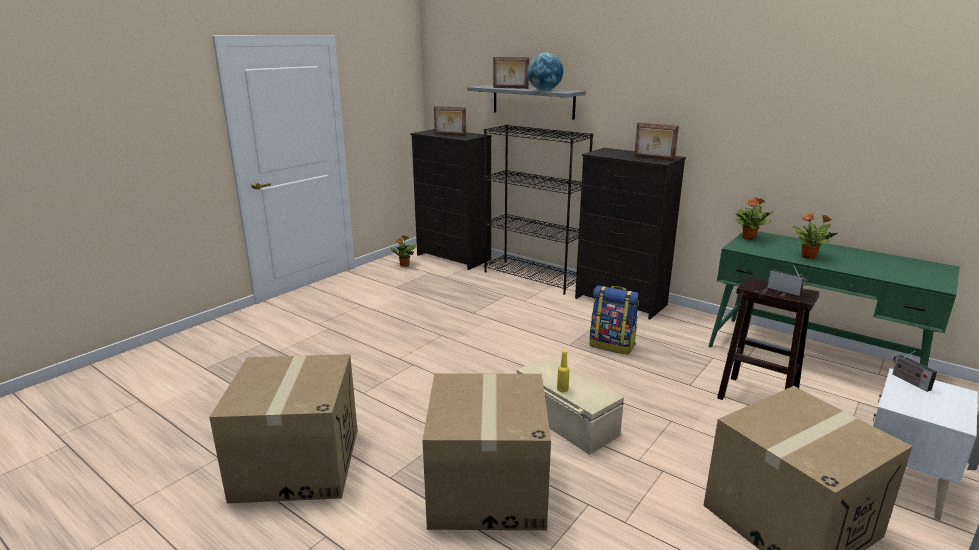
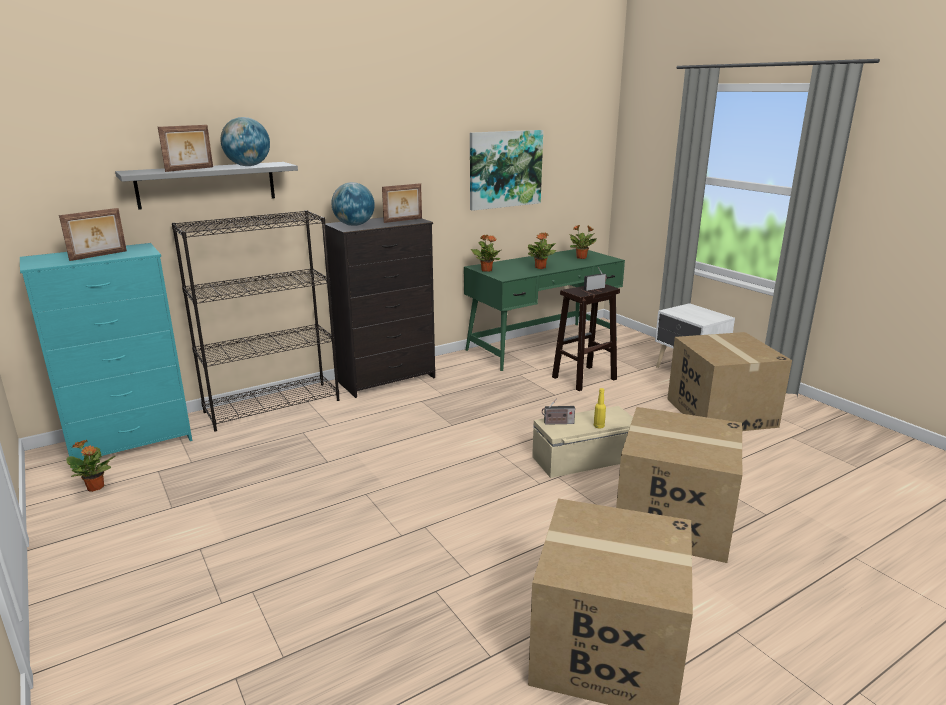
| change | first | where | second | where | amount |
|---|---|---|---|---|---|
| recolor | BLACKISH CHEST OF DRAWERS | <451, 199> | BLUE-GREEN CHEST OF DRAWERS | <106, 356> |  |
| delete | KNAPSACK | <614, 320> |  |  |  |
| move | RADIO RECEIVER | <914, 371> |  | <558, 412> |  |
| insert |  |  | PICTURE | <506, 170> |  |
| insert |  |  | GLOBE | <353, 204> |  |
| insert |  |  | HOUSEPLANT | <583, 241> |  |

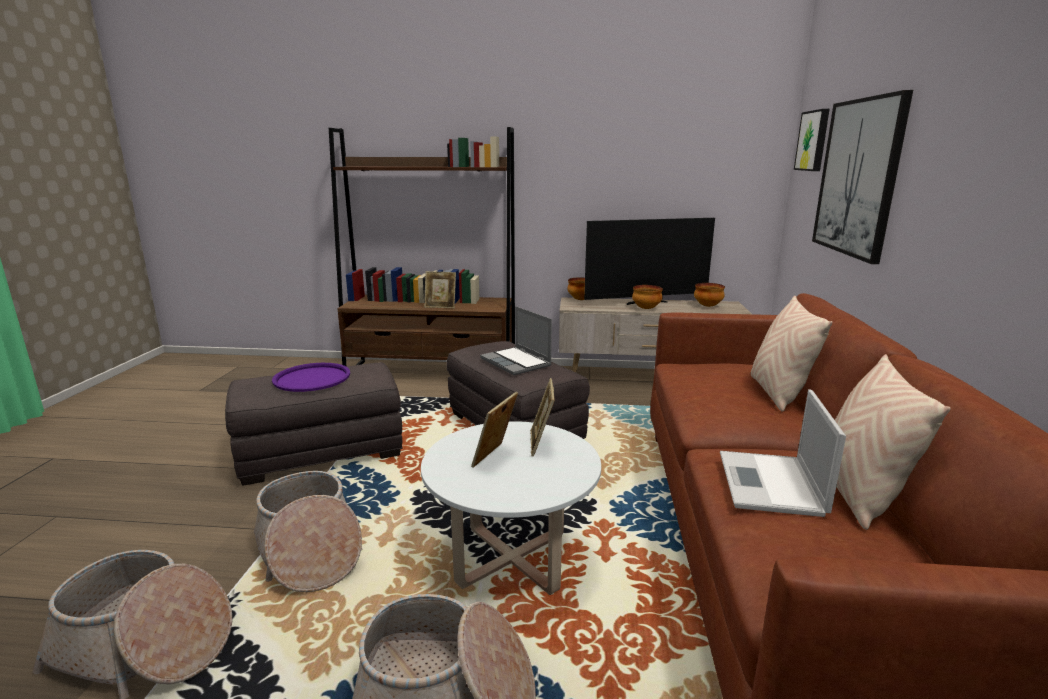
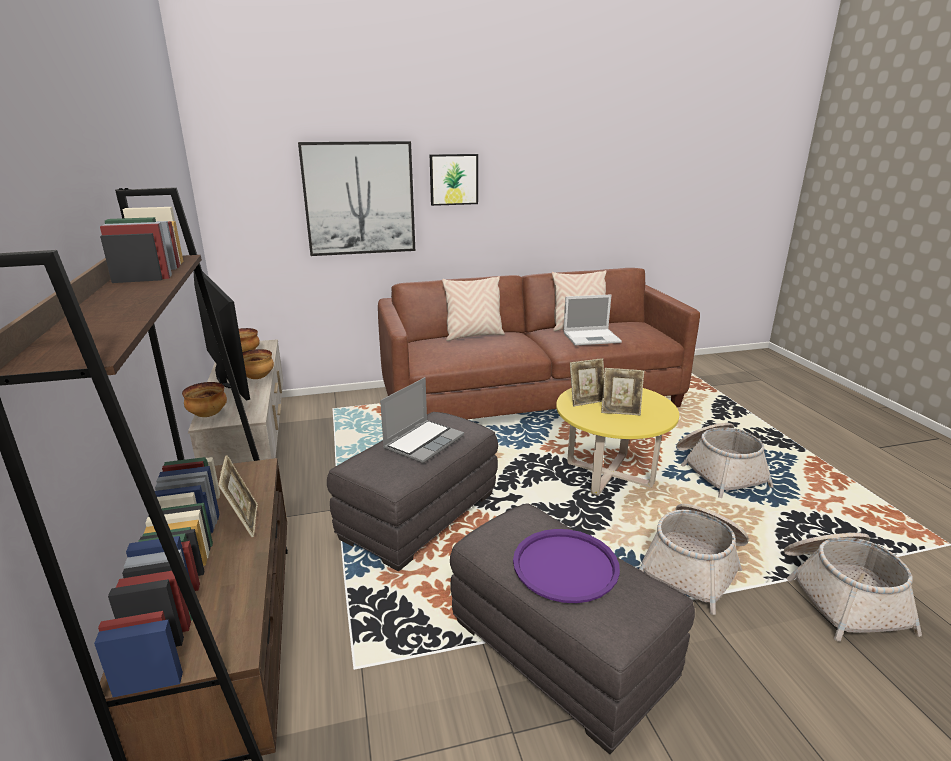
| change | first | where | second | where | amount |
|---|---|---|---|---|---|
| move | PICTURE | <812, 140> |  | <454, 180> |  |
| recolor | WHITE LOUNGE TABLE | <511, 508> | YELLOWISH LOUNGE TABLE | <617, 442> |  |

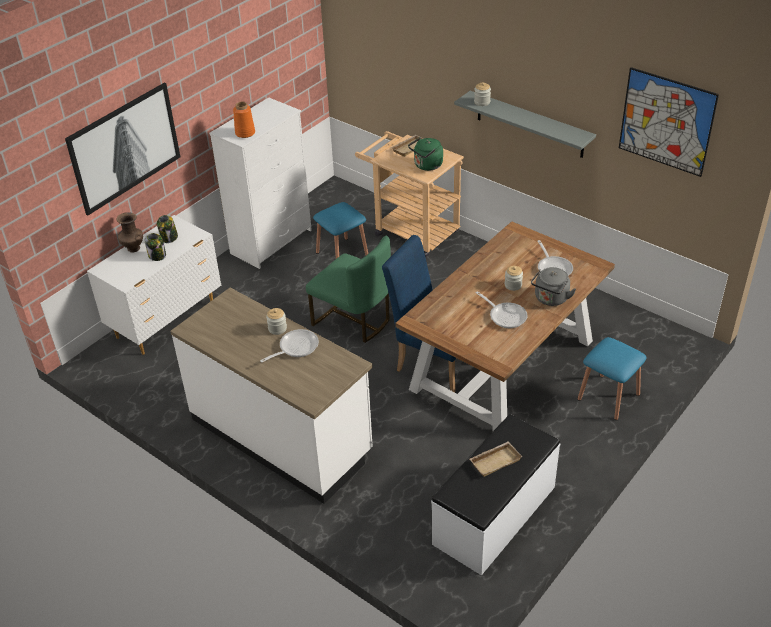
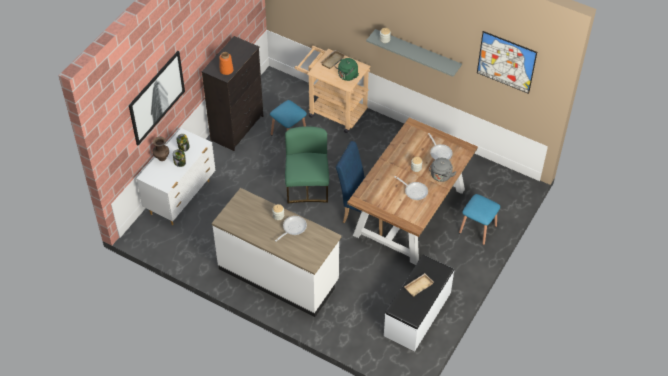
| change | first | where | second | where | amount |
|---|---|---|---|---|---|
| recolor | WHITE CHEST OF DRAWERS | <260, 183> | BLACKISH CHEST OF DRAWERS | <232, 93> |  |
| rotate | GREEN-COLOURED UPRIGHT CHAIR | <348, 289> |  | <307, 165> | 120 degrees counterclockwise |

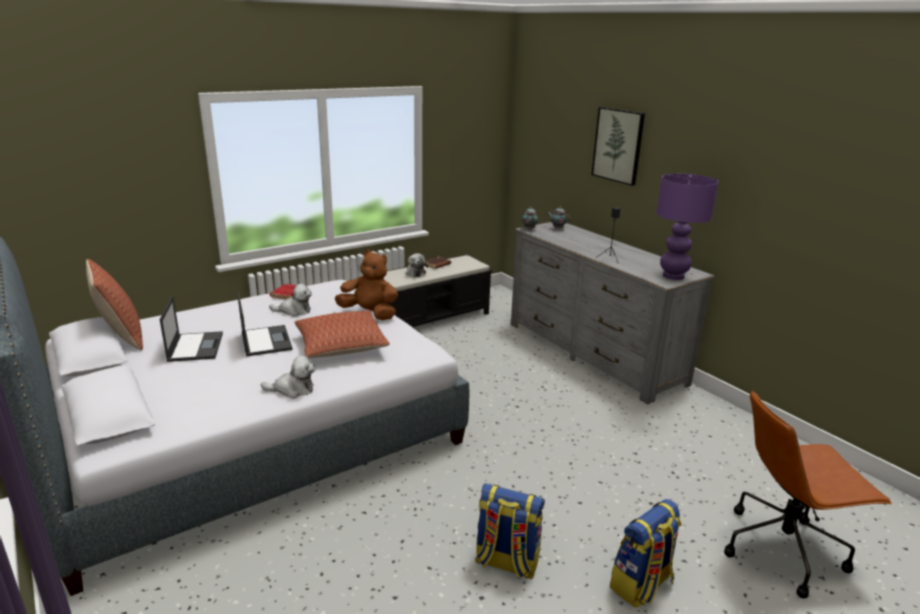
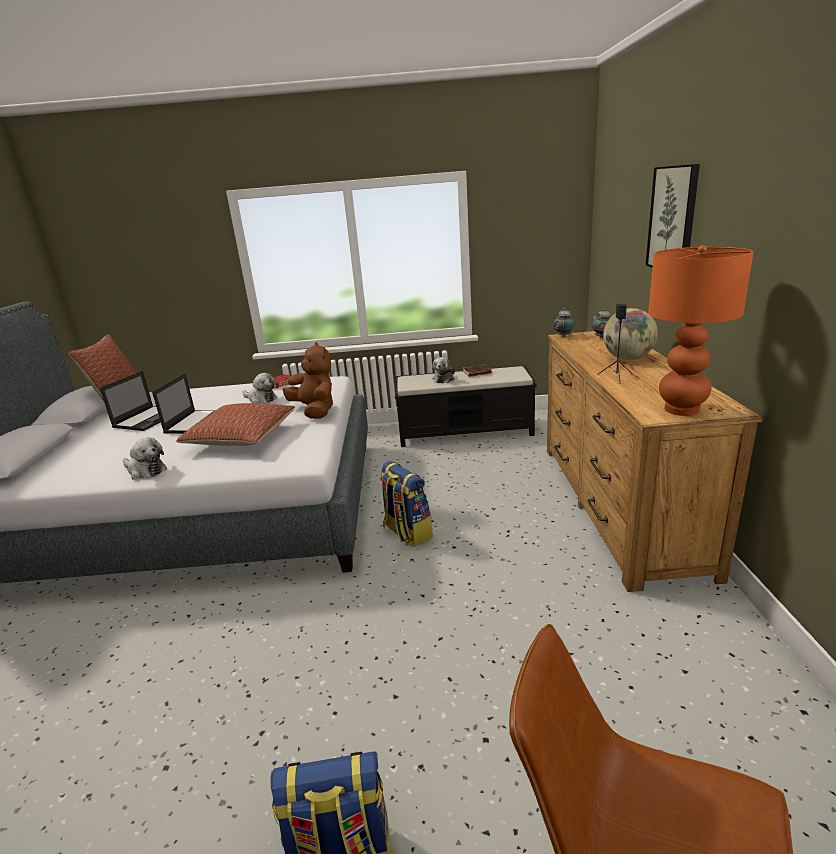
| change | first | where | second | where | amount |
|---|---|---|---|---|---|
| recolor | PURPLISH TABLE LAMP | <687, 226> | ORANGE TABLE LAMP | <701, 330> |  |
| recolor | GREY CHEST OF DRAWERS | <613, 313> | BROWN CHEST OF DRAWERS | <655, 461> |  |
| move | KNAPSACK | <510, 531> |  | <406, 504> |  |
| insert |  |  | GLOBE | <630, 334> |  |

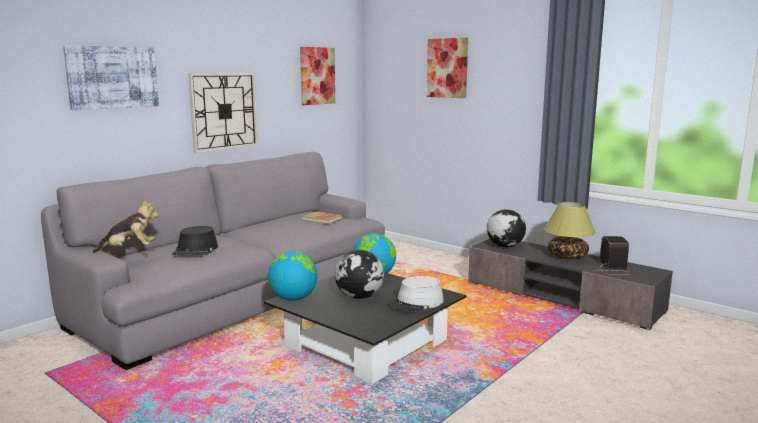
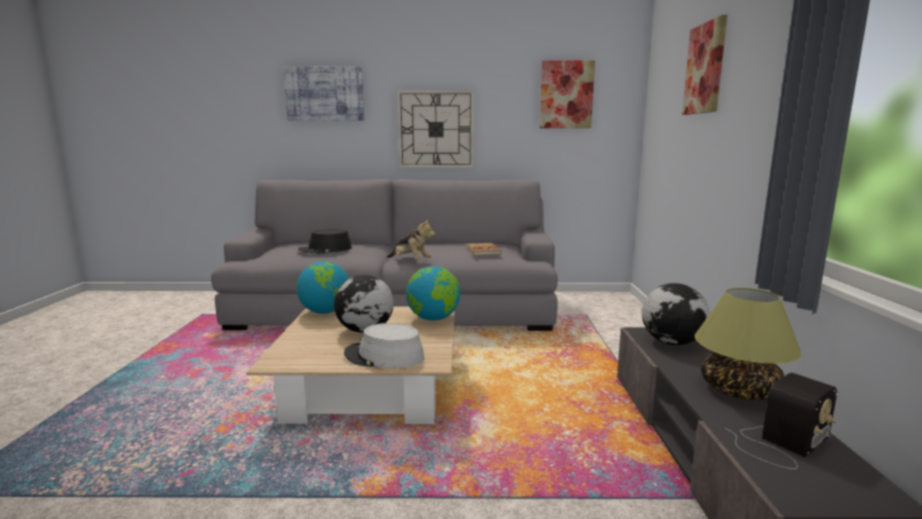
| change | first | where | second | where | amount |
|---|---|---|---|---|---|
| move | PLUSH TOY | <125, 226> |  | <411, 239> |  |
| recolor | BLACKISH LOUNGE TABLE | <365, 328> | BEIGE LOUNGE TABLE | <350, 365> |  |

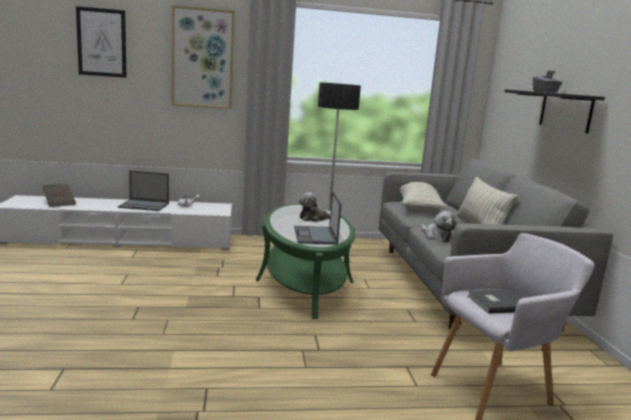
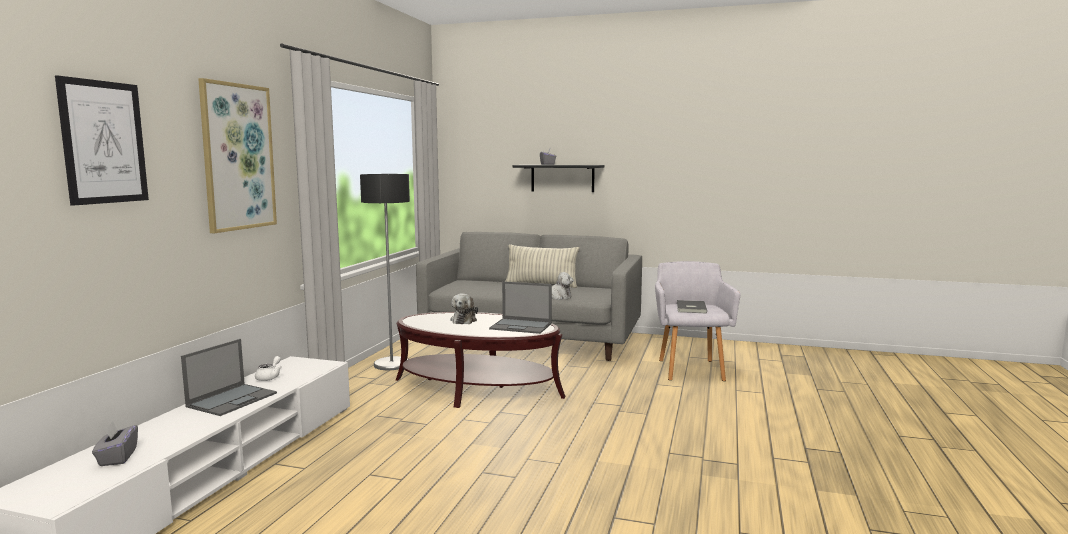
| change | first | where | second | where | amount |
|---|---|---|---|---|---|
| delete | PILLOW | <423, 196> |  |  |  |
| replace | BROWN VOLUME | <59, 195> | GREY BOX OF TISSUES | <115, 443> |  |
| recolor | GREEN-COLOURED LOUNGE TABLE | <305, 261> | BROWN LOUNGE TABLE | <481, 360> |  |

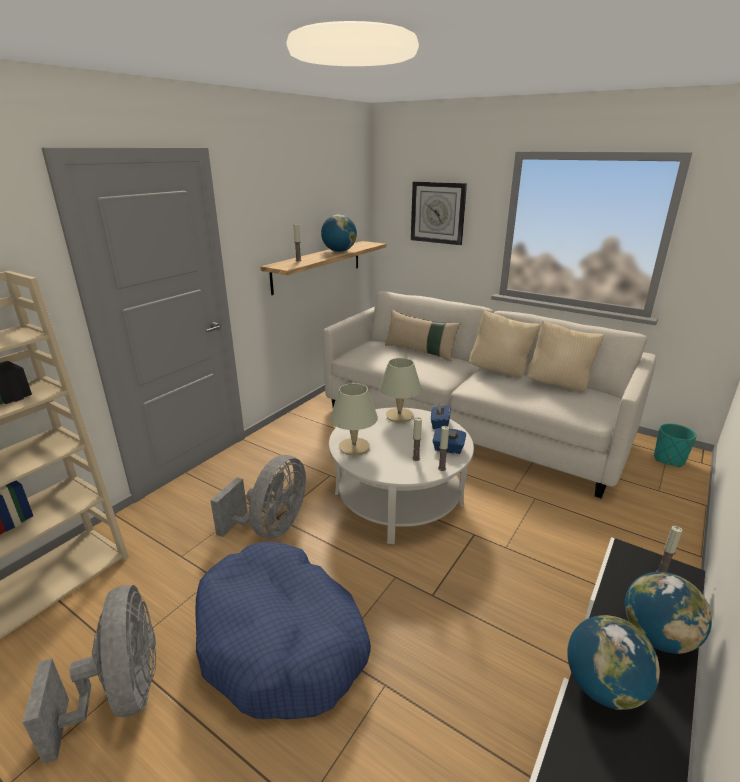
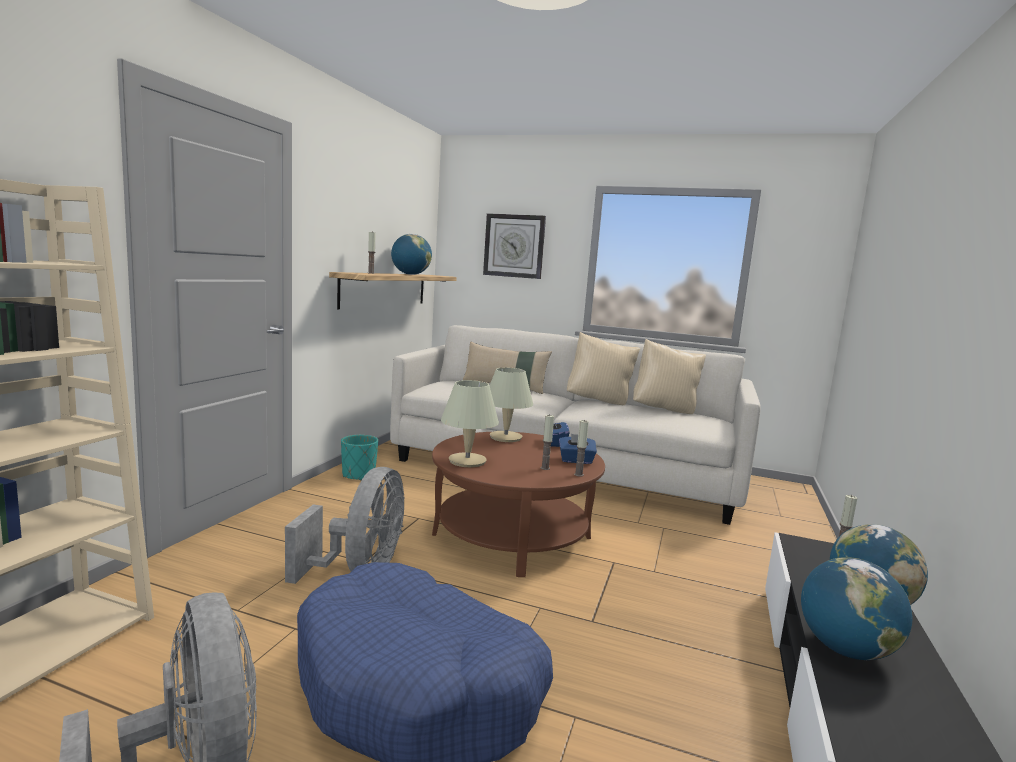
| change | first | where | second | where | amount |
|---|---|---|---|---|---|
| recolor | WHITE LOUNGE TABLE | <401, 475> | BROWN LOUNGE TABLE | <518, 504> |  |
| move | BLUE-GREEN PLANT POT | <675, 445> |  | <359, 458> |  |

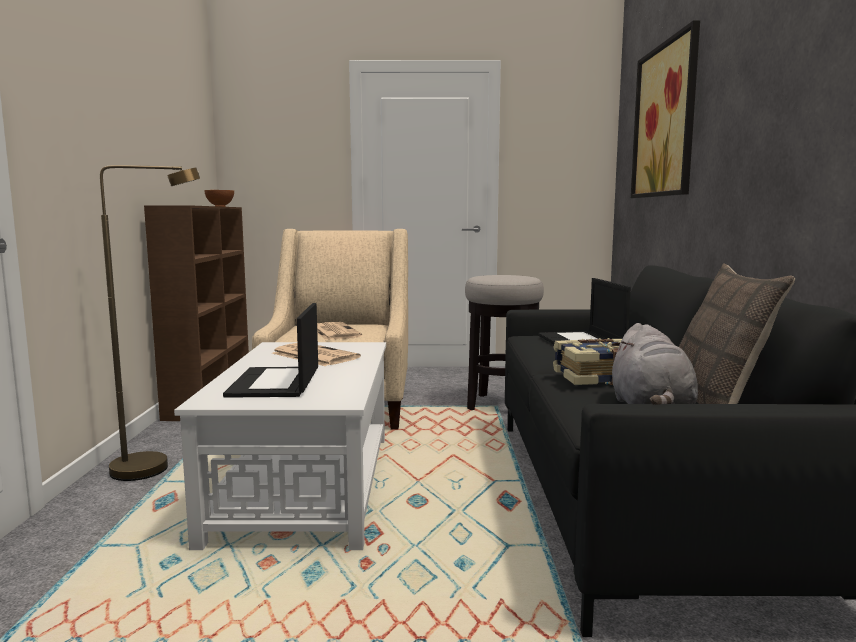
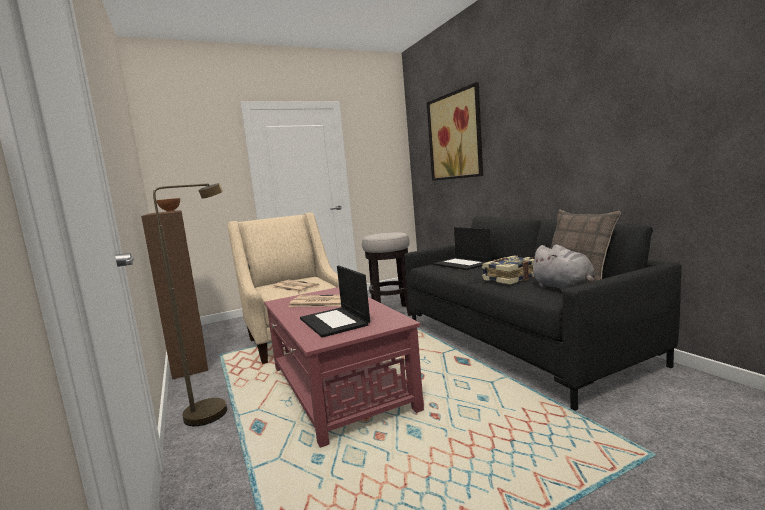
| change | first | where | second | where | amount |
|---|---|---|---|---|---|
| recolor | WHITE LOUNGE TABLE | <280, 446> | REDDISH LOUNGE TABLE | <344, 367> |  |

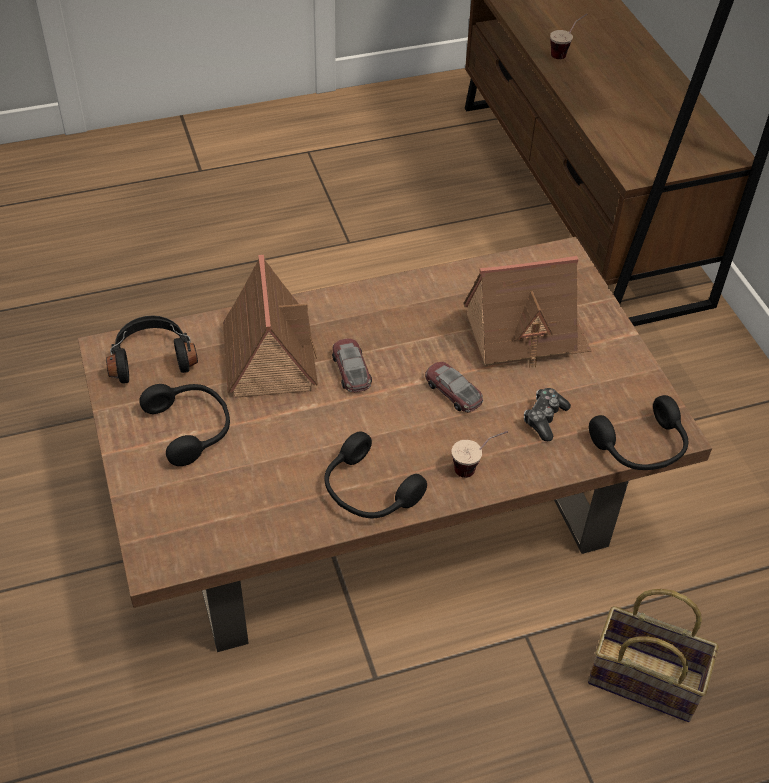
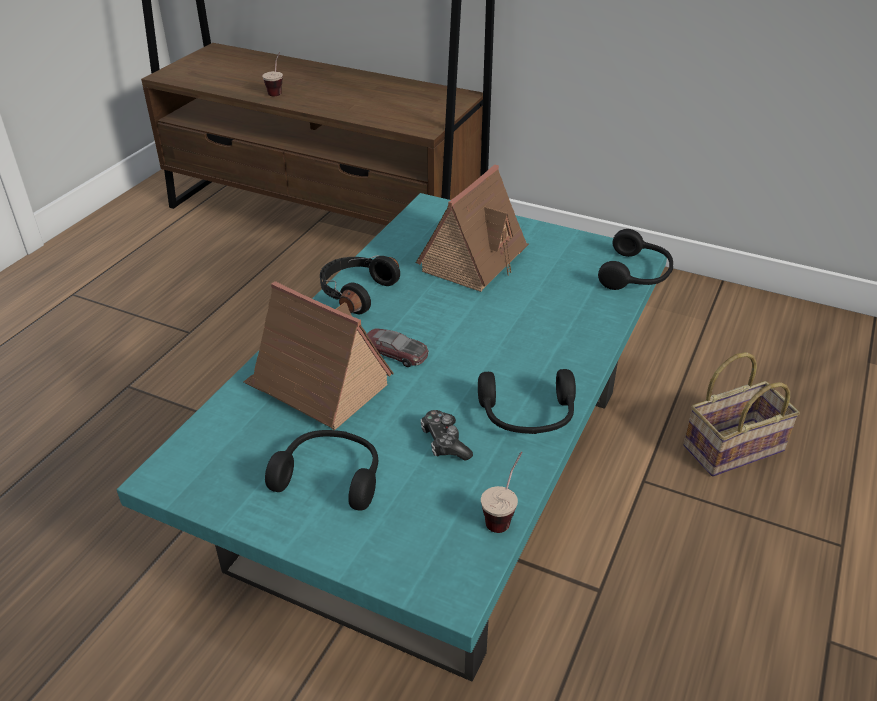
| change | first | where | second | where | amount |
|---|---|---|---|---|---|
| recolor | BROWN LOUNGE TABLE | <395, 444> | BLUE-GREEN LOUNGE TABLE | <392, 437> |  |
| move | BLACKISH HEADSET | <152, 349> |  | <360, 284> |  |
| delete | MINIATURE CAR | <454, 387> |  |  |  |
| move | GAMEPAD | <547, 414> |  | <447, 435> |  |
| move | SMALL CUP | <480, 454> |  | <502, 492> |  |

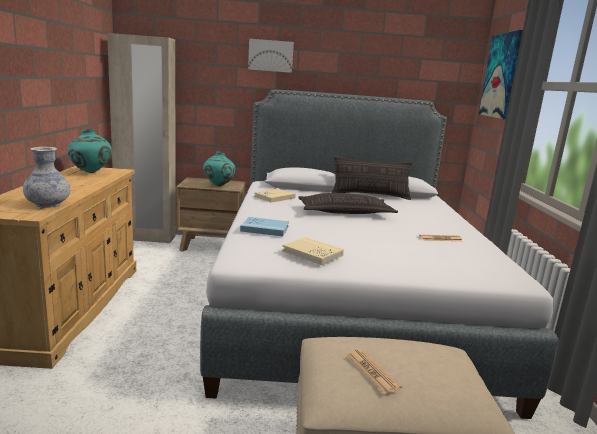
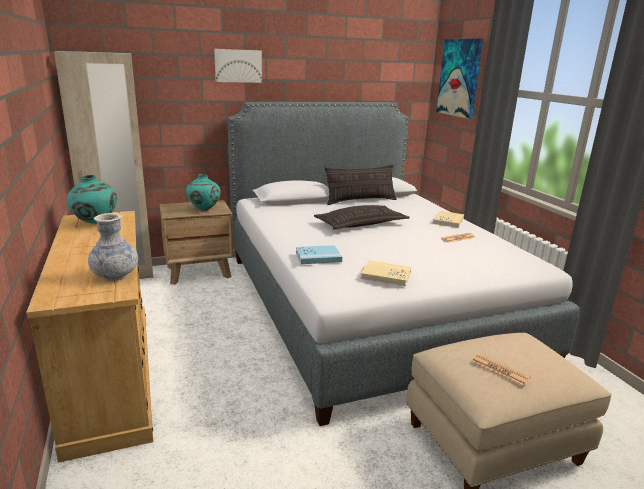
| change | first | where | second | where | amount |
|---|---|---|---|---|---|
| move | BEIGE VOLUME | <275, 196> |  | <448, 219> |  |

